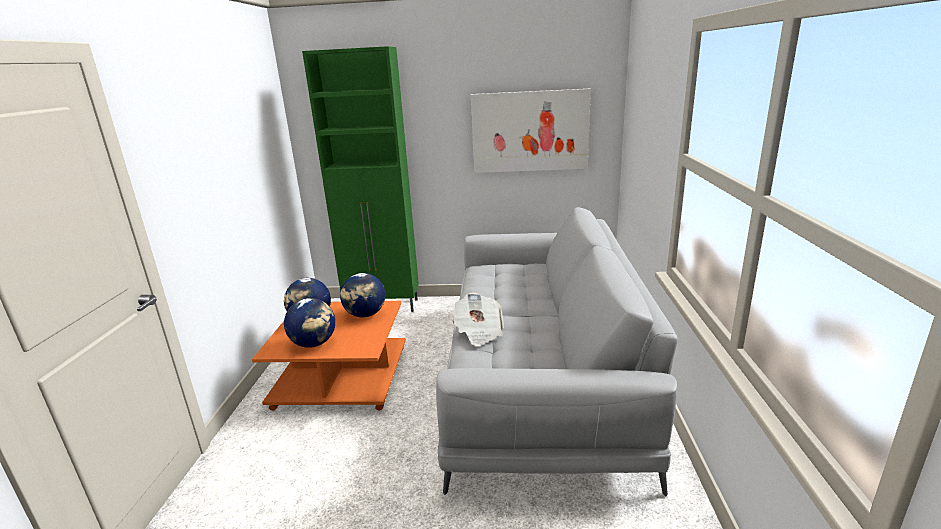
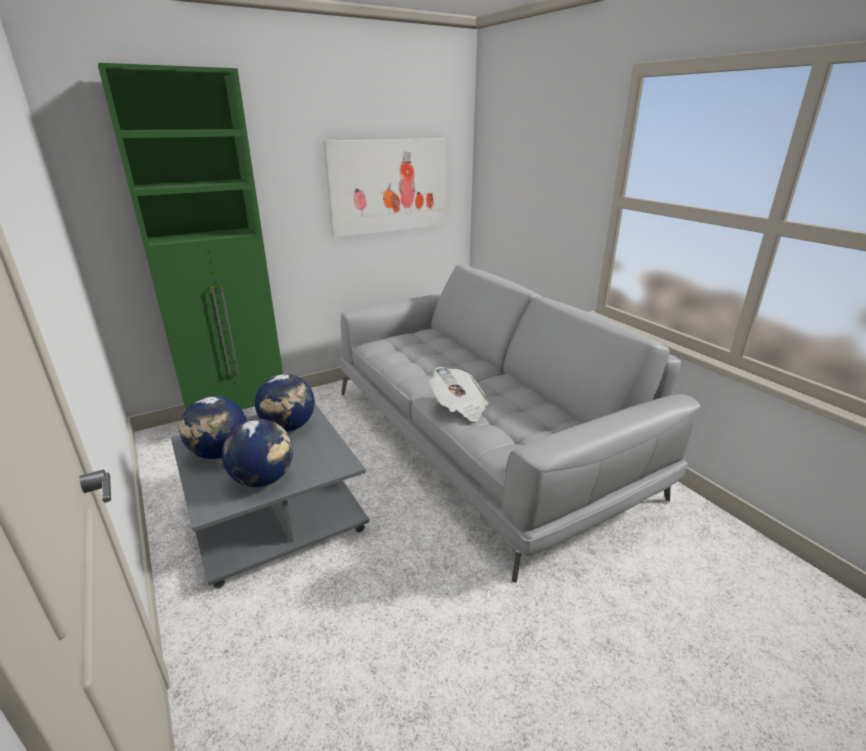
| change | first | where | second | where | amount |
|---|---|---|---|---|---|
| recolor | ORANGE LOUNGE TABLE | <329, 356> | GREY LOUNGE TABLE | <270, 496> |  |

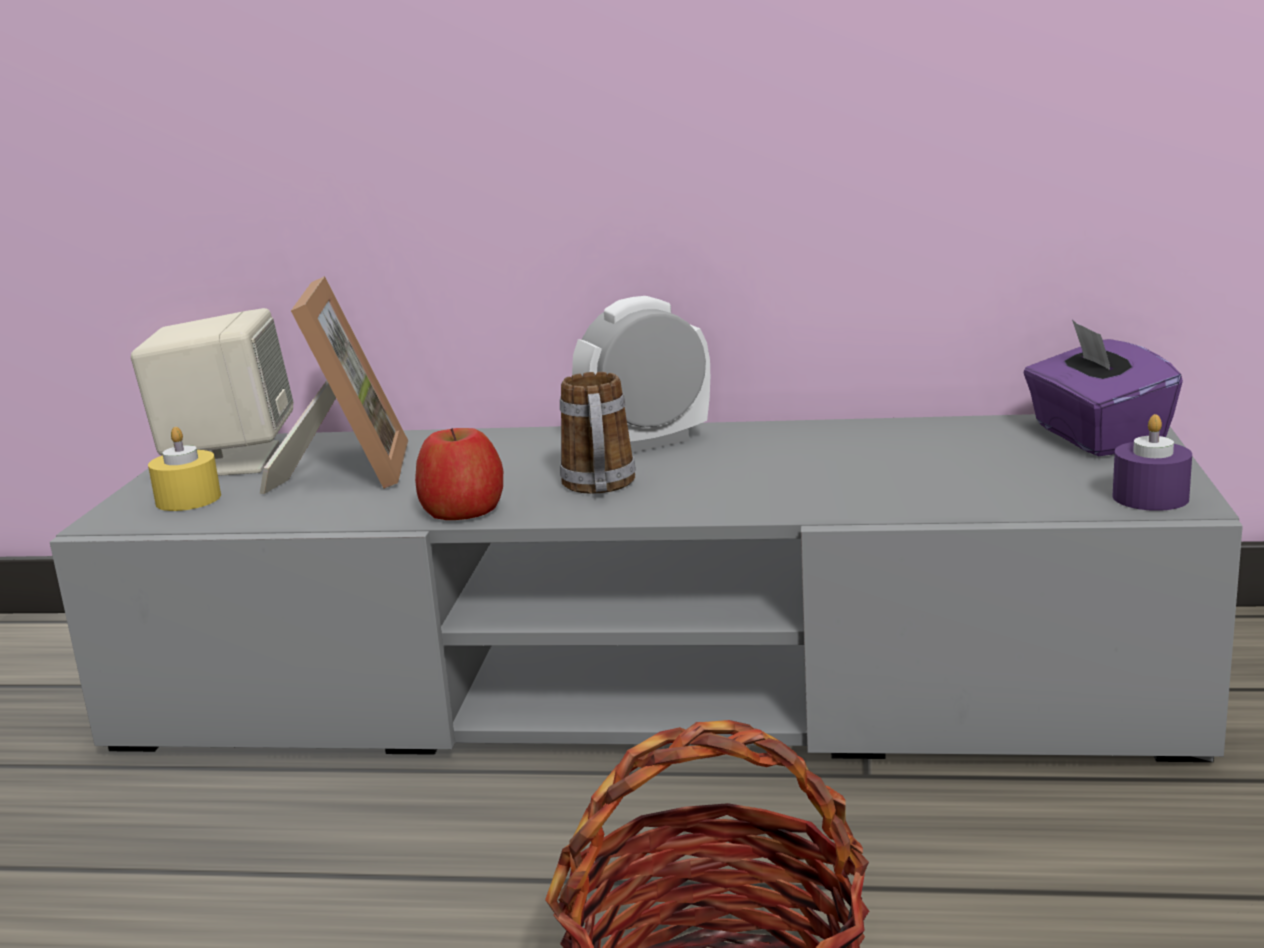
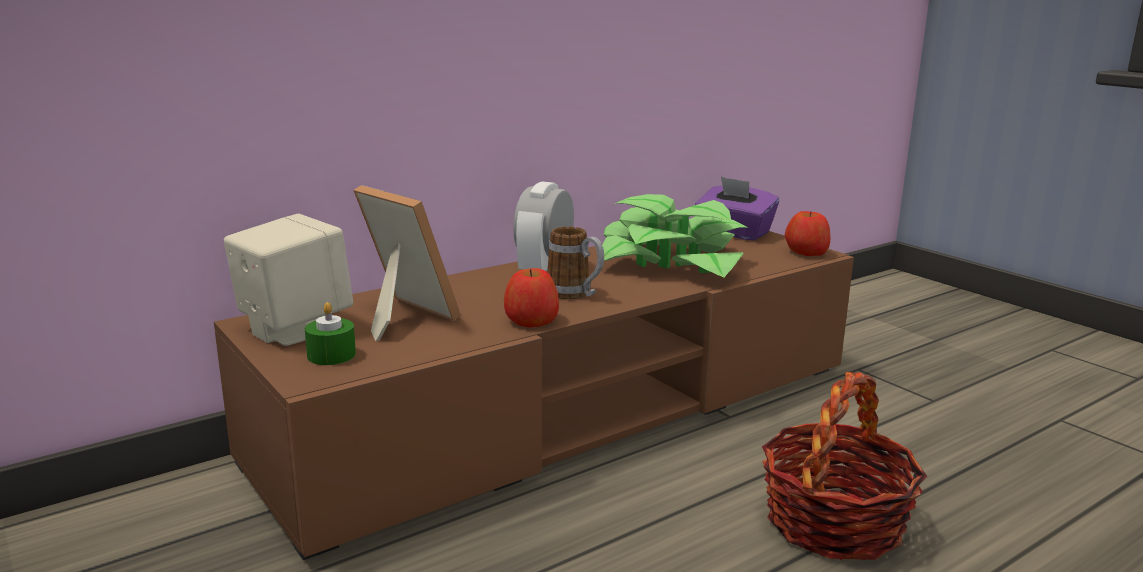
| change | first | where | second | where | amount |
|---|---|---|---|---|---|
| recolor | GREY TV UNIT | <646, 588> | BROWN TV UNIT | <534, 395> |  |
| replace | PURPLISH CANDLE | <1152, 462> | APPLE FRUIT | <808, 233> |  |
| recolor | YELLOWISH CANDLE | <184, 469> | GREEN-COLOURED CANDLE | <330, 333> |  |
| insert |  |  | HOUSEPLANT | <675, 236> |  |

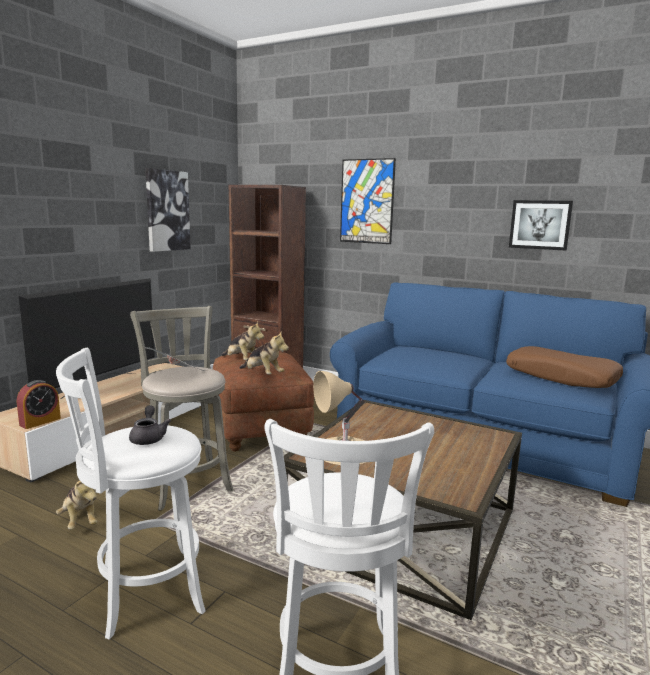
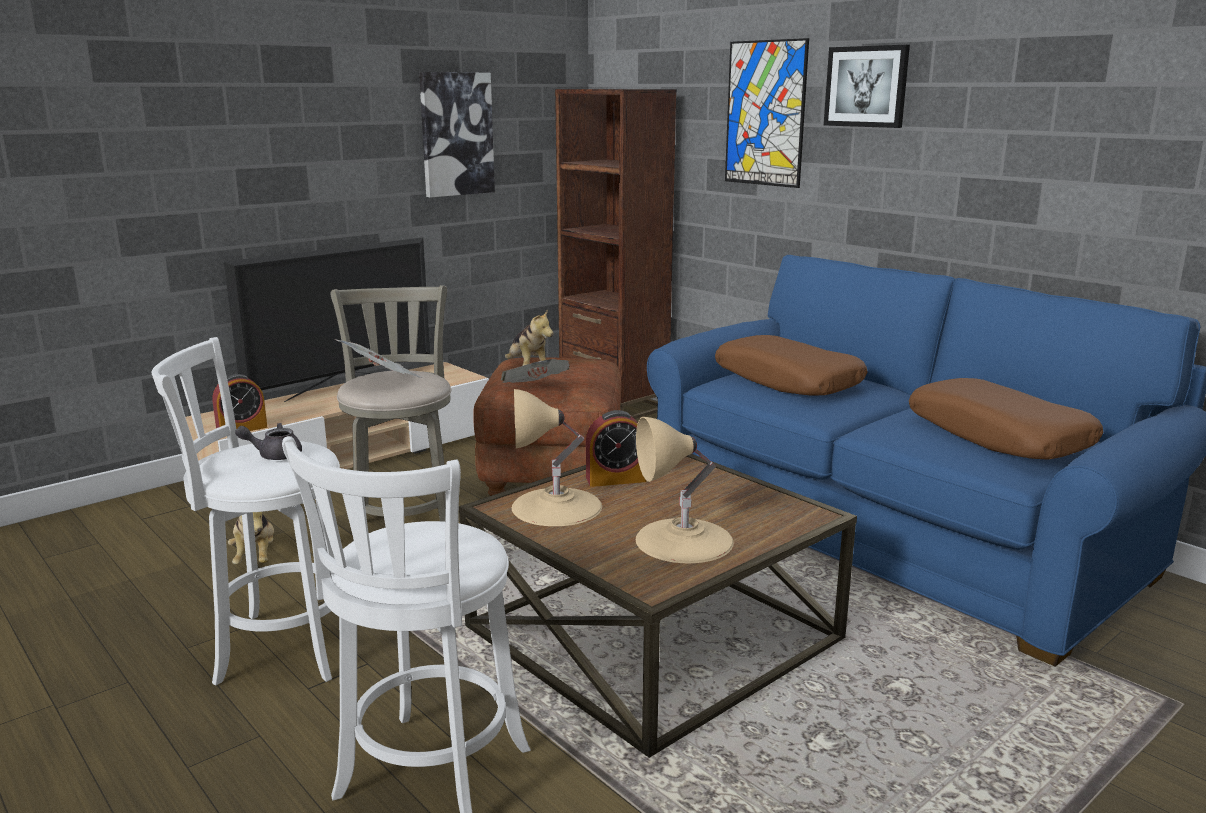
| change | first | where | second | where | amount |
|---|---|---|---|---|---|
| move | PICTURE | <541, 225> |  | <867, 86> |  |
| replace | PLUSH TOY | <264, 352> | DAILY PAPER | <535, 371> |  |
| rotate | GREY TEA POT | <150, 425> |  | <268, 441> | 105 degrees counterclockwise |
| insert |  |  | BROWN PILLOW | <791, 365> |  |
| insert |  |  | ALARM CLOCK | <616, 448> |  |
| insert |  |  | BEIGE TABLE LAMP | <685, 490> |  |

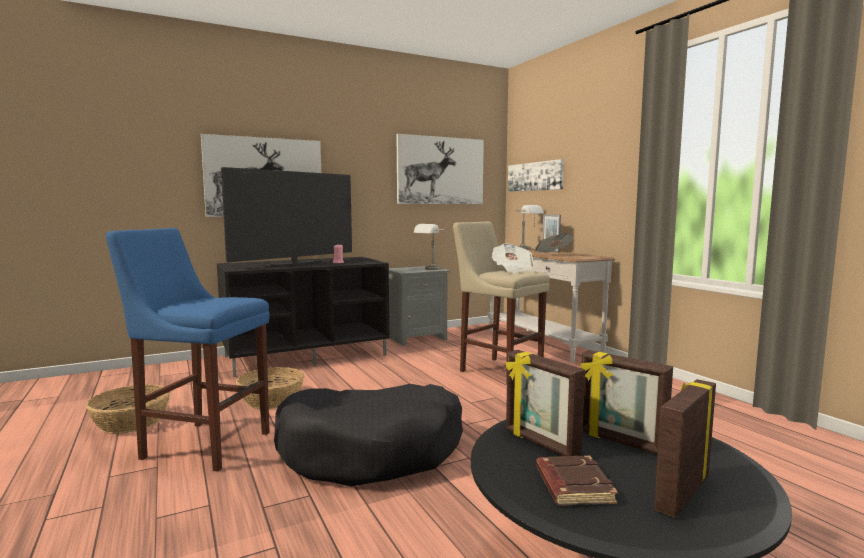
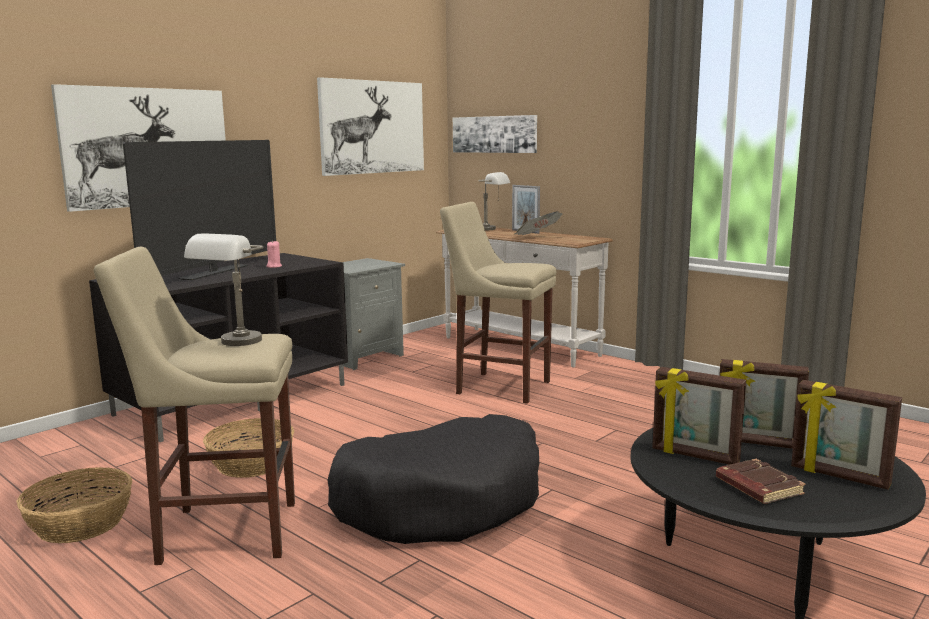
| change | first | where | second | where | amount |
|---|---|---|---|---|---|
| move | GREY TABLE LAMP | <429, 247> |  | <224, 289> |  |
| recolor | BLUE SITTING STOOL | <188, 350> | BEIGE SITTING STOOL | <194, 406> |  |
| delete | DAILY PAPER | <512, 258> |  |  |  |
| rotate | STANDING FRAME | <685, 448> |  | <846, 435> | 75 degrees counterclockwise |

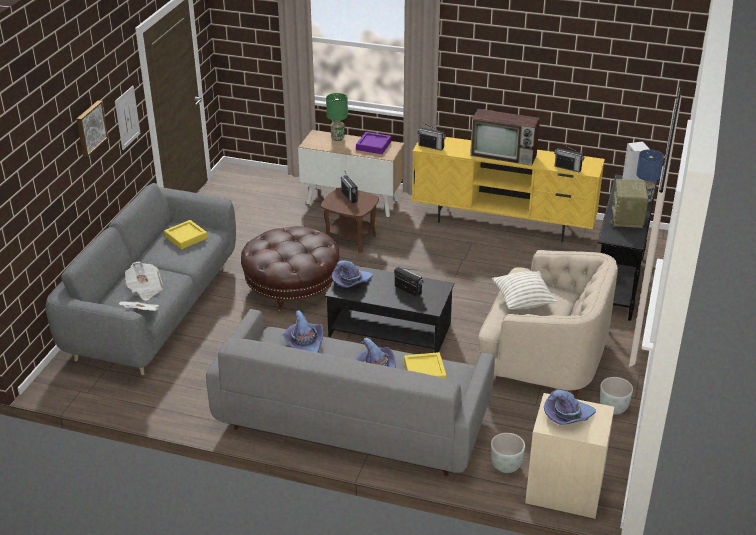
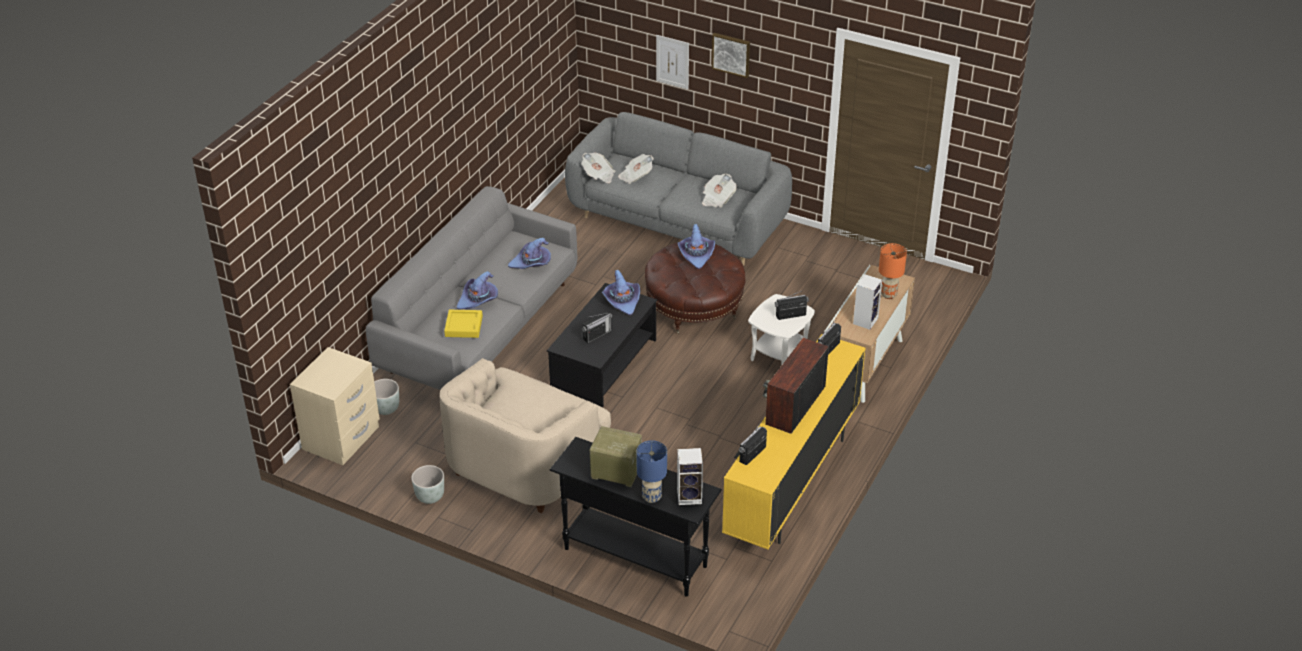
| change | first | where | second | where | amount |
|---|---|---|---|---|---|
| move | PICTURE | <128, 118> |  | <672, 62> |  |
| recolor | GREEN-COLOURED TABLE LAMP | <337, 117> | ORANGE TABLE LAMP | <893, 271> |  |
| replace | PURPLISH CARRYING TRAY | <373, 143> | AUDIO SPEAKER | <867, 302> |  |
| recolor | BROWN ACCENT TABLE | <350, 220> | WHITE ACCENT TABLE | <781, 330> |  |
| replace | YELLOWISH CARRYING TRAY | <186, 234> | DAILY PAPER | <719, 190> |  |
| delete | PILLOW | <525, 290> |  |  |  |
| move | PURPLISH WEARABLE HAT | <570, 407> |  | <696, 246> |  |

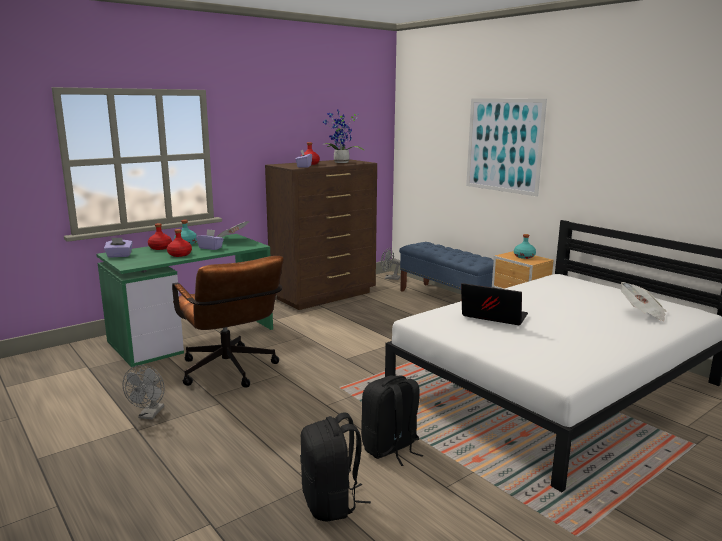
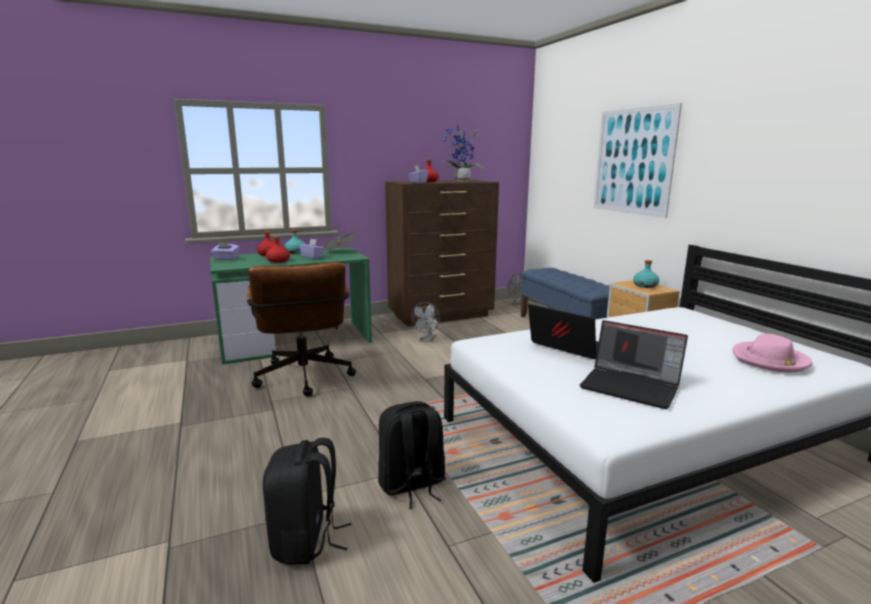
| change | first | where | second | where | amount |
|---|---|---|---|---|---|
| replace | DAILY PAPER | <644, 301> | PINK WEARABLE HAT | <772, 353> |  |
| move | GREY ELECTRIC FAN | <144, 392> |  | <425, 322> |  |
| insert |  |  | NOTEBOOK COMPUTER | <634, 364> |  |

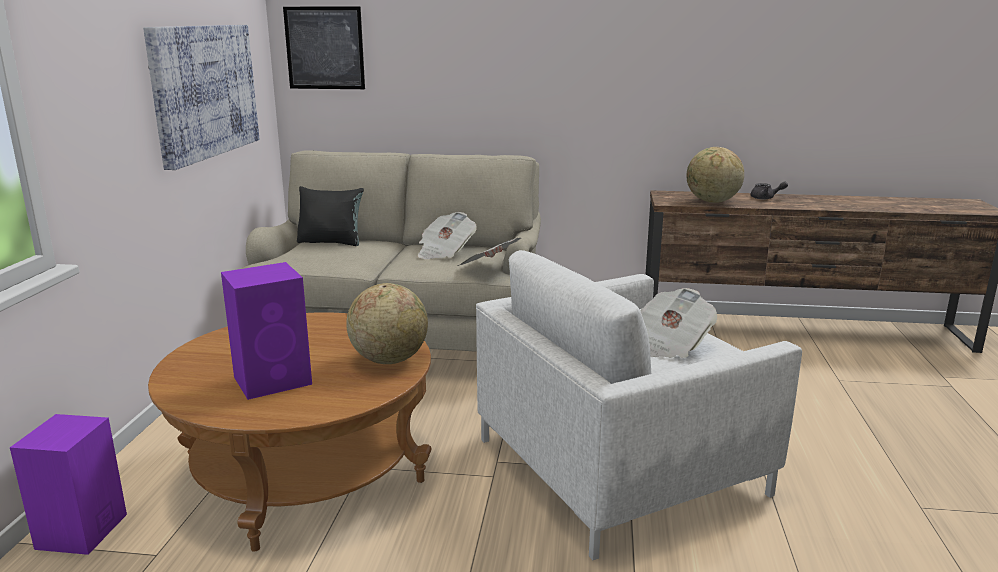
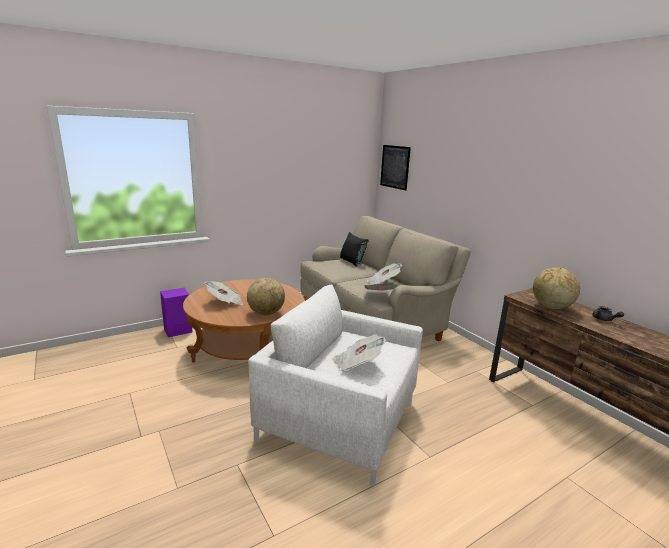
| change | first | where | second | where | amount |
|---|---|---|---|---|---|
| delete | PICTURE | <201, 97> |  |  |  |
| replace | PURPLISH AUDIO SPEAKER | <266, 331> | DAILY PAPER | <224, 293> |  |

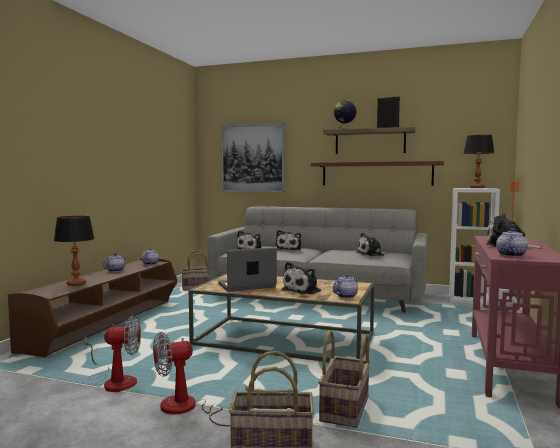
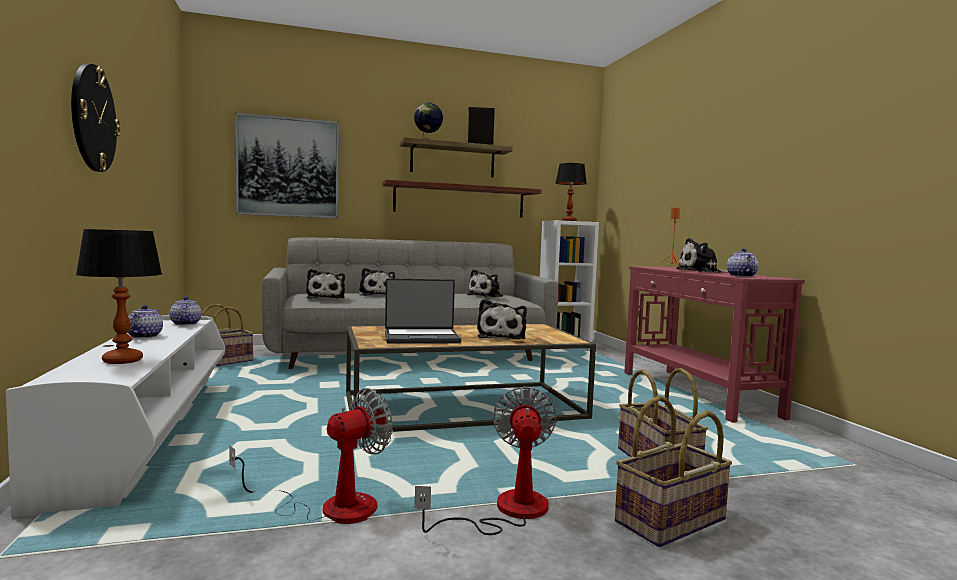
| change | first | where | second | where | amount |
|---|---|---|---|---|---|
| rotate | NOTEBOOK COMPUTER | <247, 269> |  | <423, 311> | 135 degrees counterclockwise |
| recolor | BROWN TV UNIT | <92, 307> | WHITE TV UNIT | <115, 416> |  |
| delete | TEA POT | <346, 286> |  |  |  |
| rotate | ELECTRIC FAN | <200, 379> |  | <486, 461> | 150 degrees clockwise |
| insert |  |  | WALL CLOCK | <95, 117> |  |

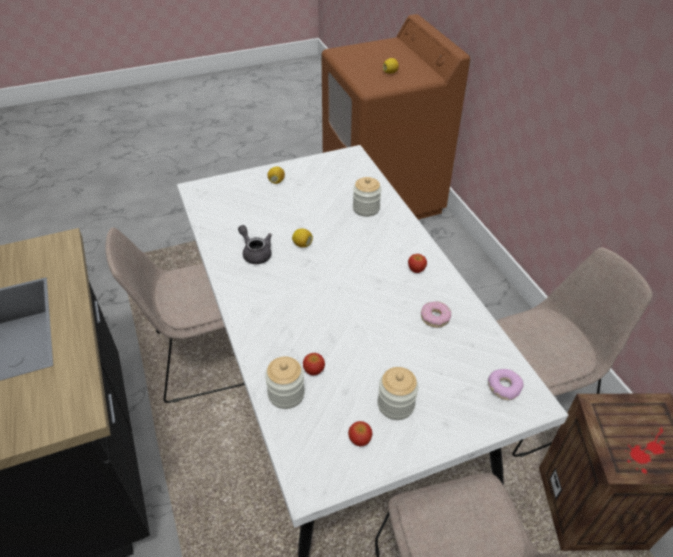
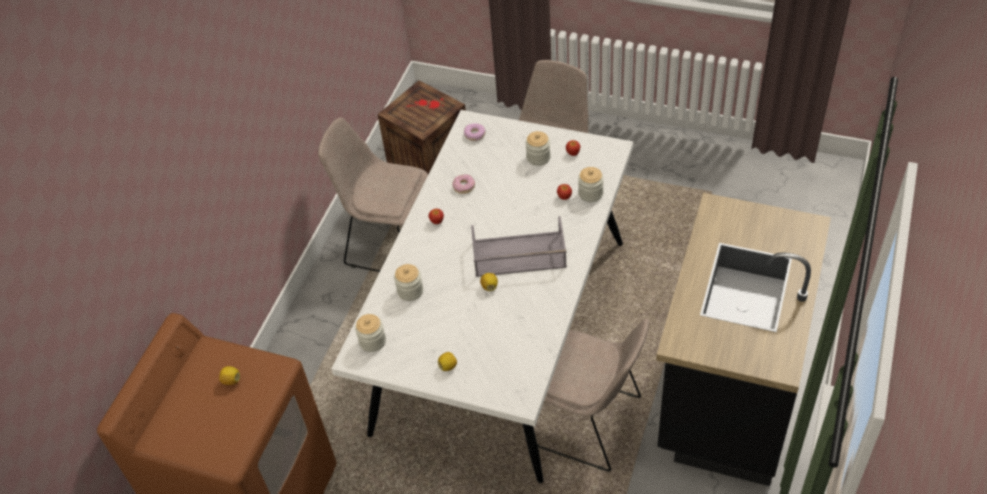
| change | first | where | second | where | amount |
|---|---|---|---|---|---|
| delete | GREY TEA POT | <255, 244> |  |  |  |
| insert |  |  | GREY CARRYING TRAY | <519, 246> |  |
| insert |  |  | JAR | <370, 333> |  |

